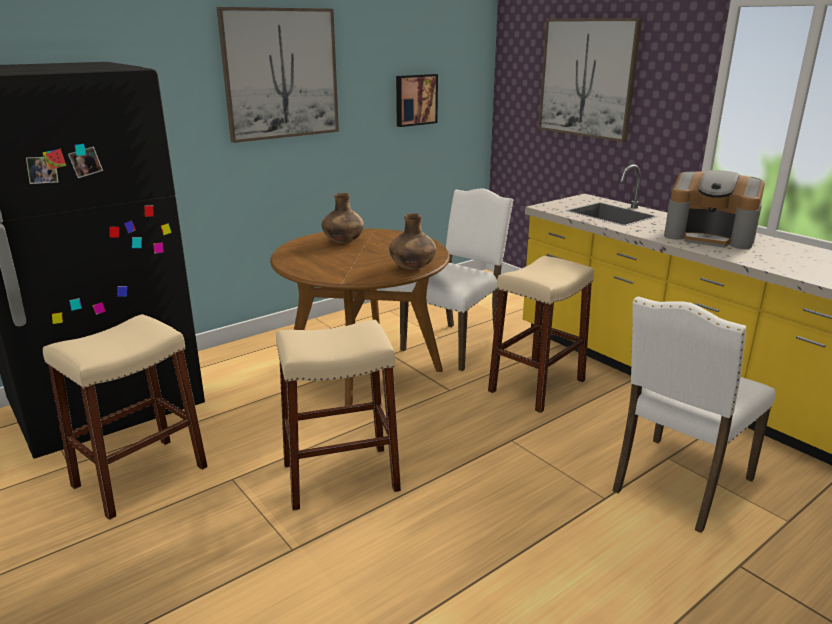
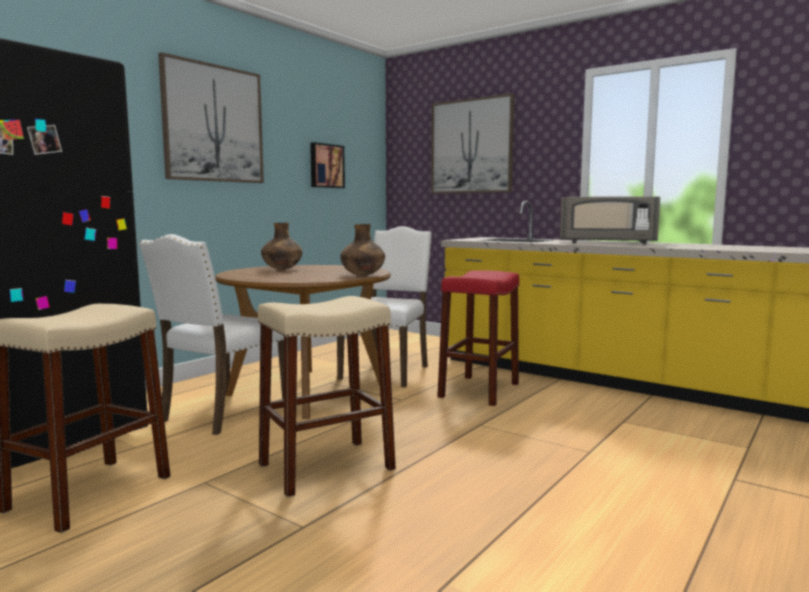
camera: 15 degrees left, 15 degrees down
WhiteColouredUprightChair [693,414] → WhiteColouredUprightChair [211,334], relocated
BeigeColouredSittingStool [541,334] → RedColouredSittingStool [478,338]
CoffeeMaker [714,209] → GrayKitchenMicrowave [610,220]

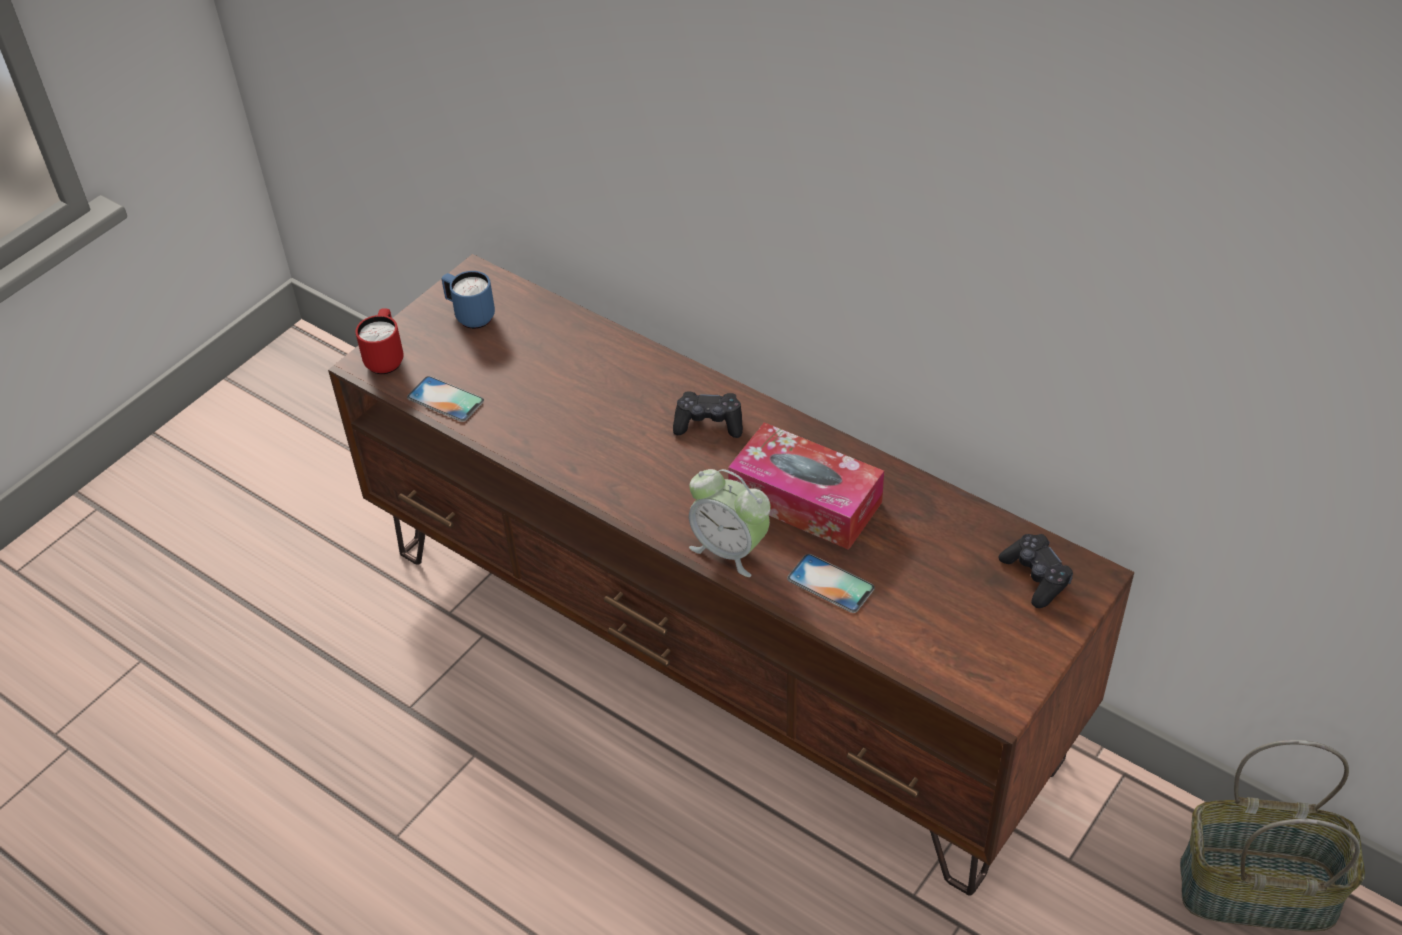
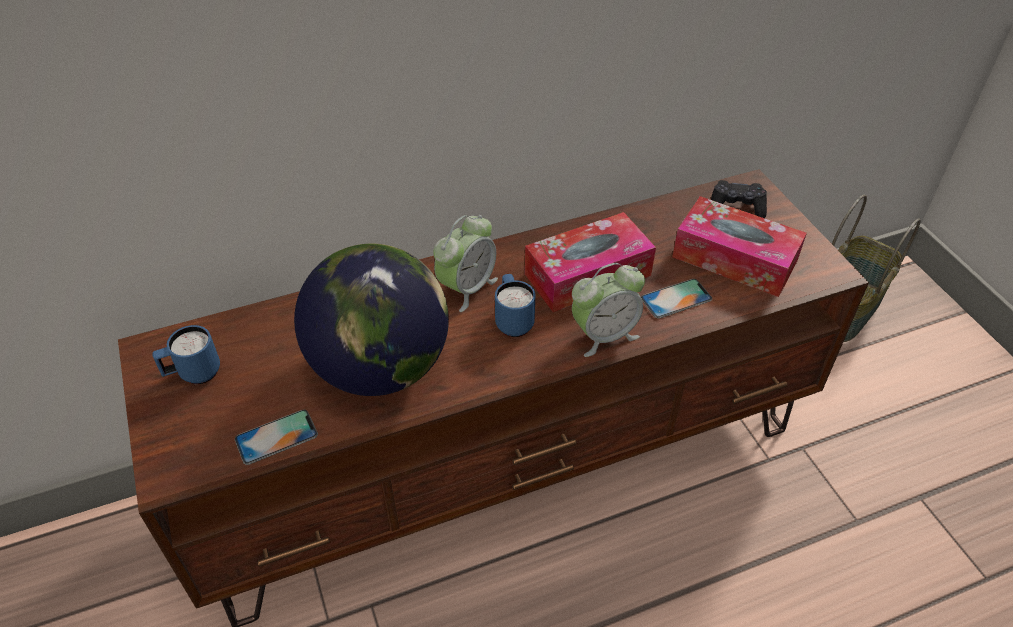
camera: 60 degrees left, 0 degrees up
- → WorldGlobe [371,319]
BlackishGameController [708,414] → BedsideClock [465,263]
- → BlueMug [515,305]
- → BoxOfTissues [739,246]
RedColouredMug [379,341] → -

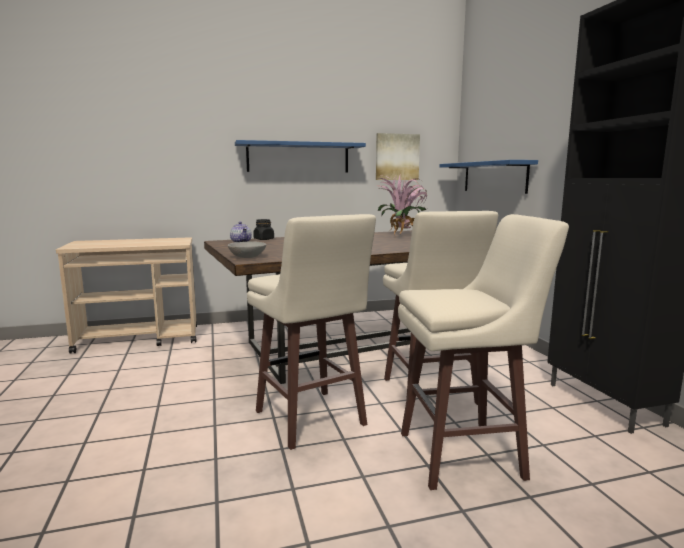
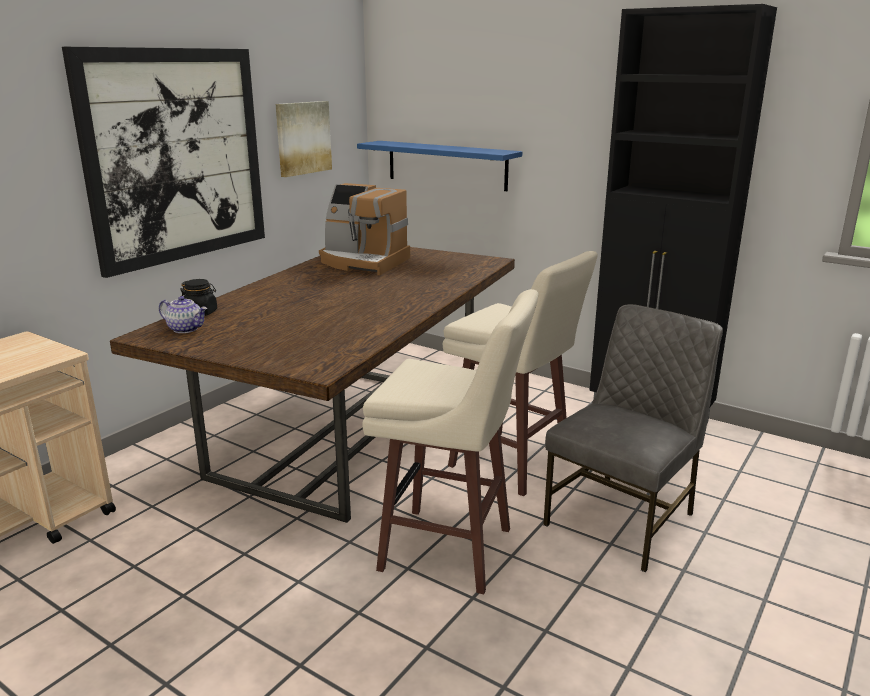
camera: 40 degrees left, 10 degrees up
BlueShelf [300,156] → Picture [163,162]
Houseplant [401,205] → CoffeeMaker [364,229]
BeigeColouredSittingStool [483,352] → GrayUprightChair [633,438]
GrayBowl [247,249] → -

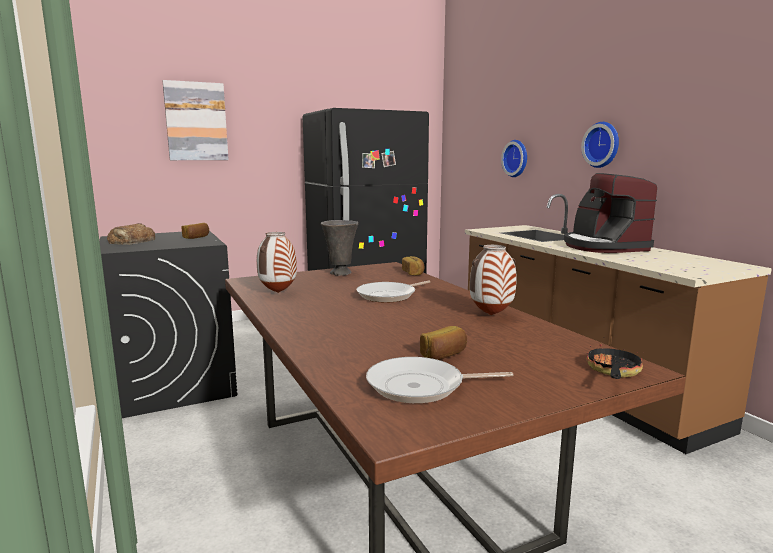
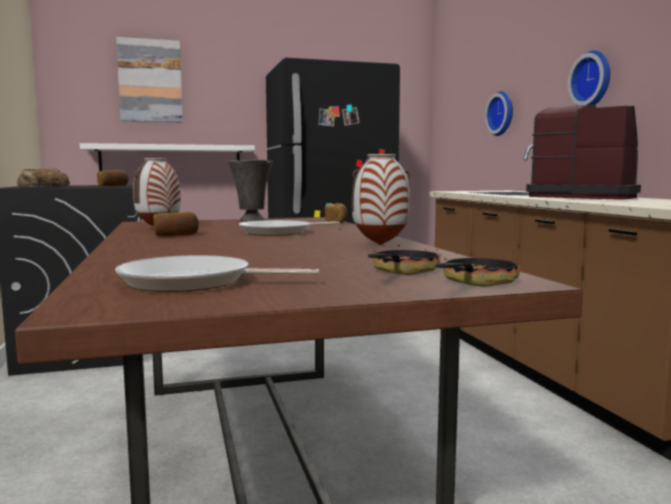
camera: 10 degrees right, 5 degrees down
- → WhiteColouredShelf [167,157]
Bread [443,343] → Bread [176,224], relocated
- → Pan [404,258]
CoffeeMaker [610,213] → CoffeeMaker [583,152], 135 degrees clockwise

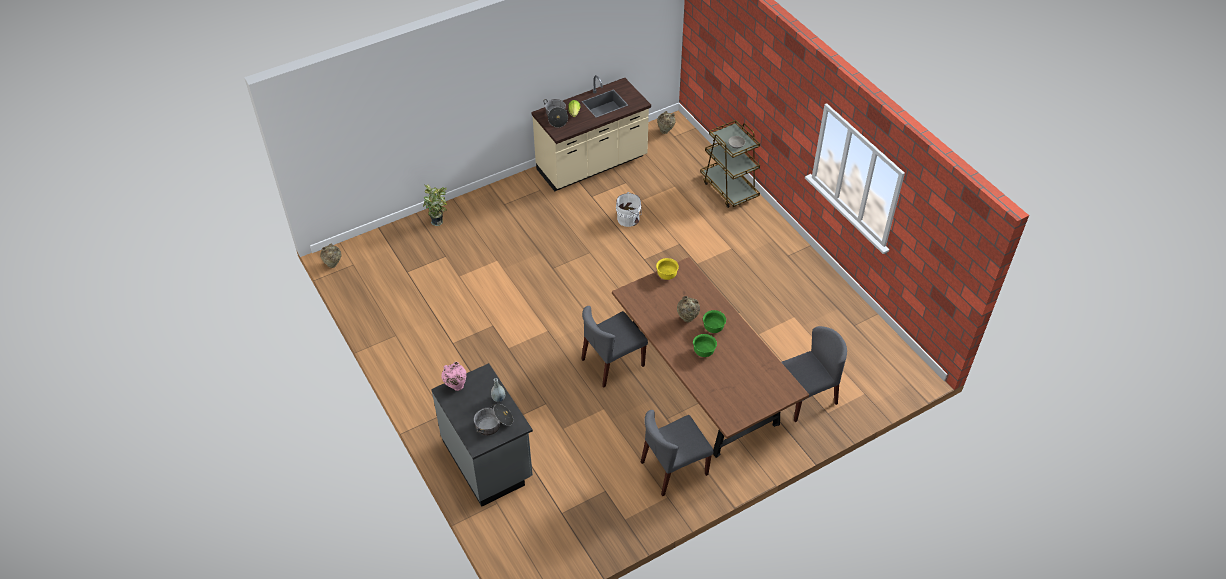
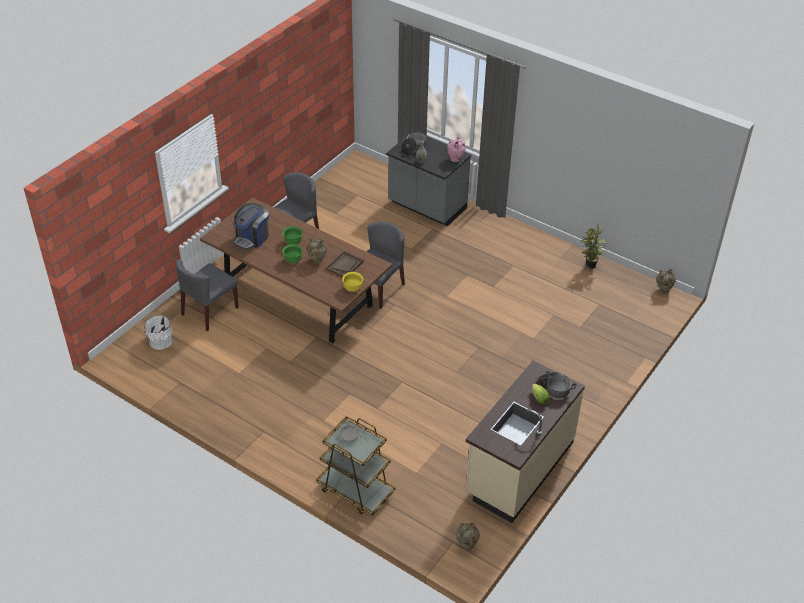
camera: 155 degrees right, 5 degrees down
WhiteColouredPail [629,209] → WhiteColouredPail [158,332], relocated
- → CoffeeMaker [251,226]
- → BrownServingTray [345,264]
Houseplant [435,205] → Houseplant [593,247], relocated

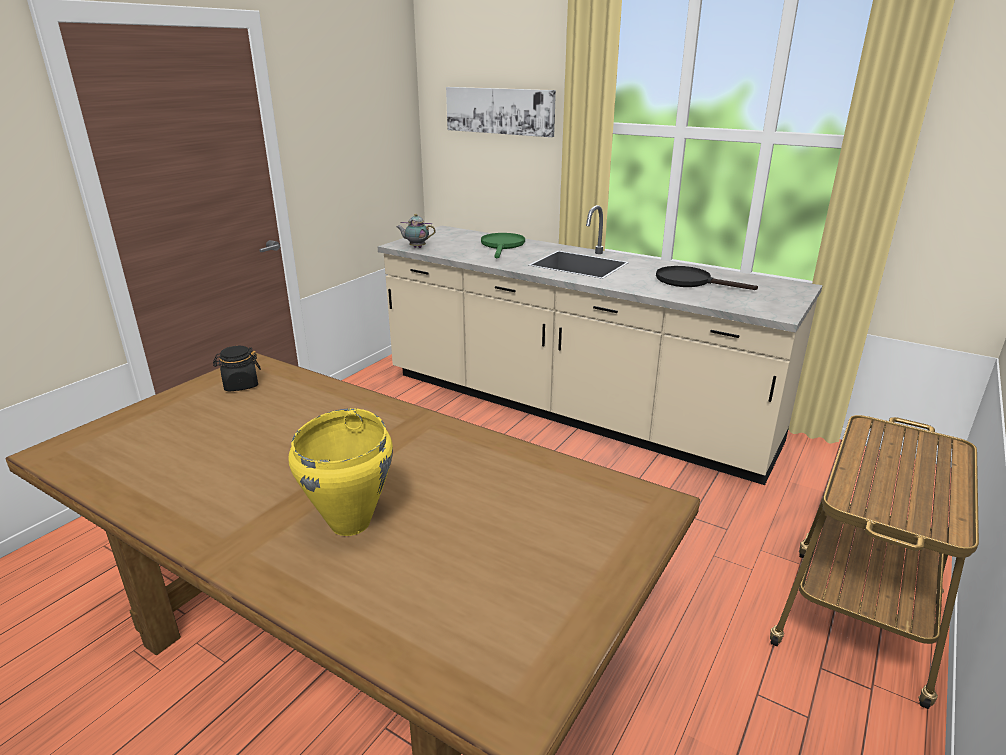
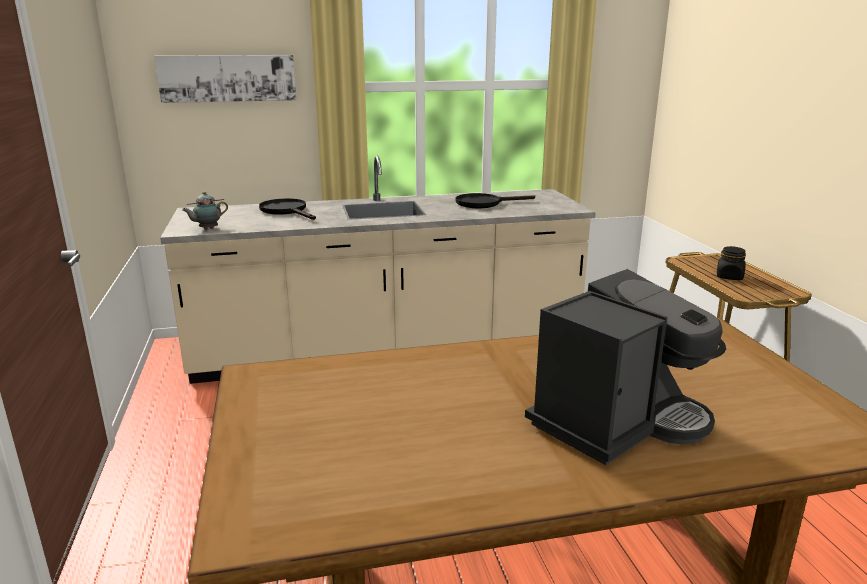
camera: 45 degrees left, 5 degrees down
GreenPan [503,245] → BlackishPan [287,209]
YellowishStockpot [341,472] → CoffeeMaker [625,367]
BlackishPreserveJar [237,369] → BlackishPreserveJar [731,263], relocated

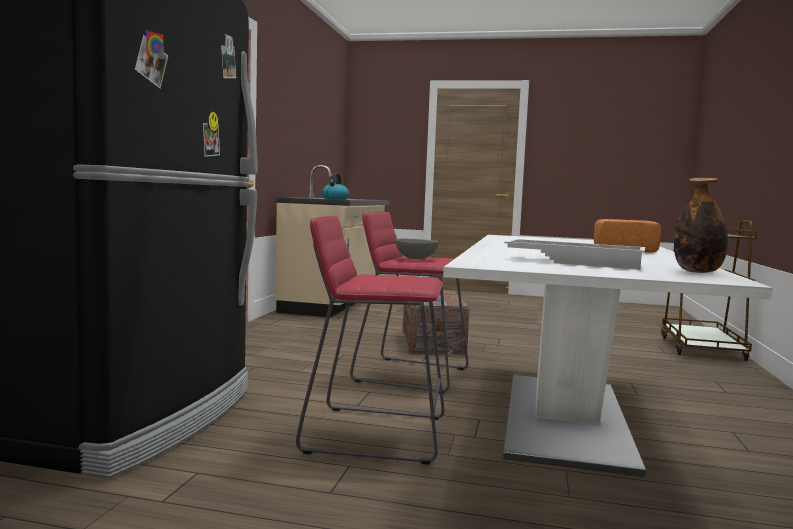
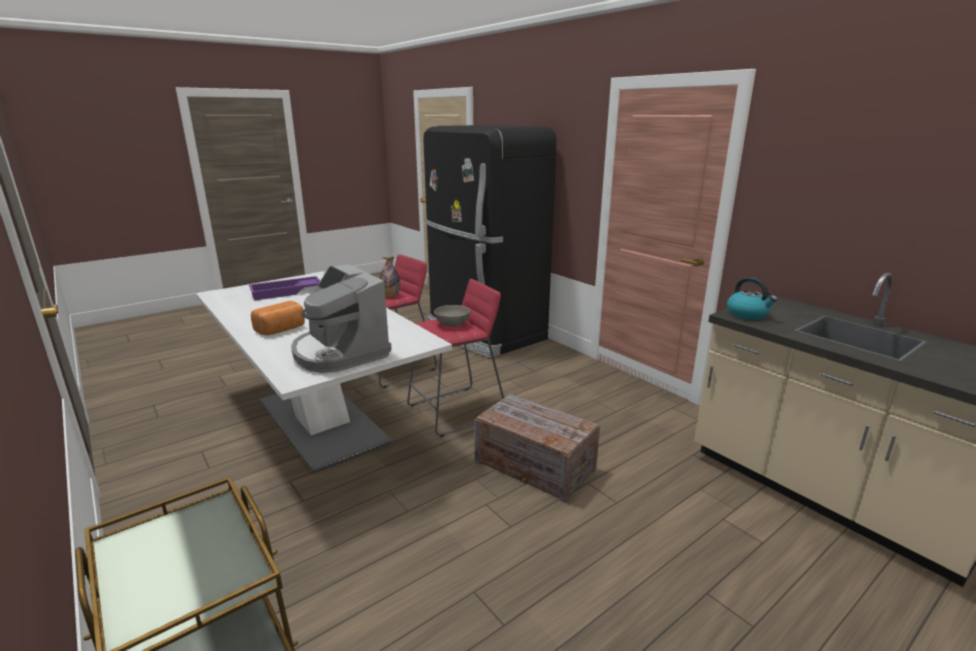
camera: 130 degrees right, 15 degrees up
WhiteColouredServingTray [574,254] → PurpleServingTray [284,288]
- → CoffeeMaker [341,318]
DrinkBottle [701,225] → DrinkBottle [389,277], relocated

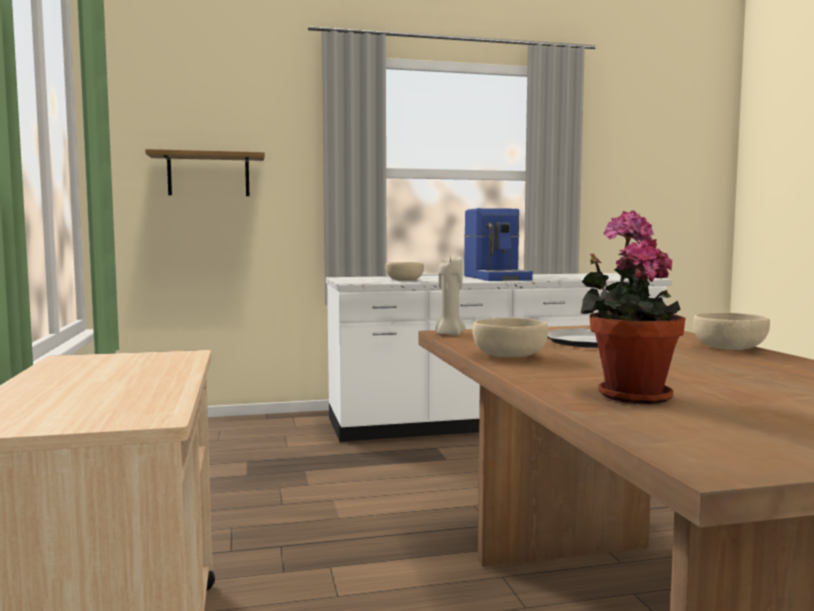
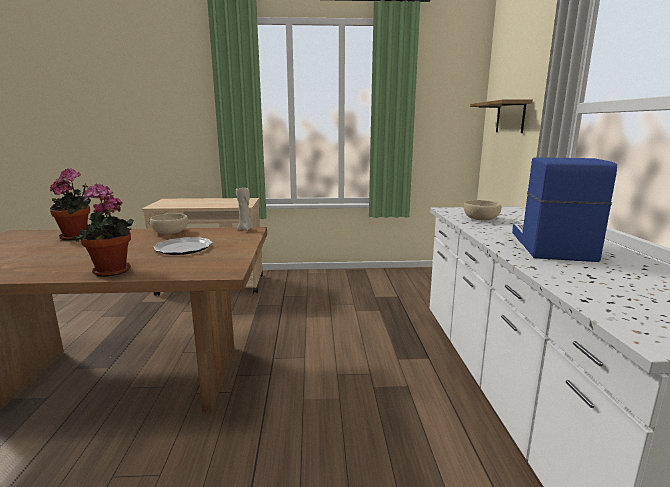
camera: 100 degrees right, 10 degrees up
BeigeColouredBowl [731,331] → Houseplant [103,230]
CoffeeMaker [498,244] → CoffeeMaker [564,209], 105 degrees clockwise

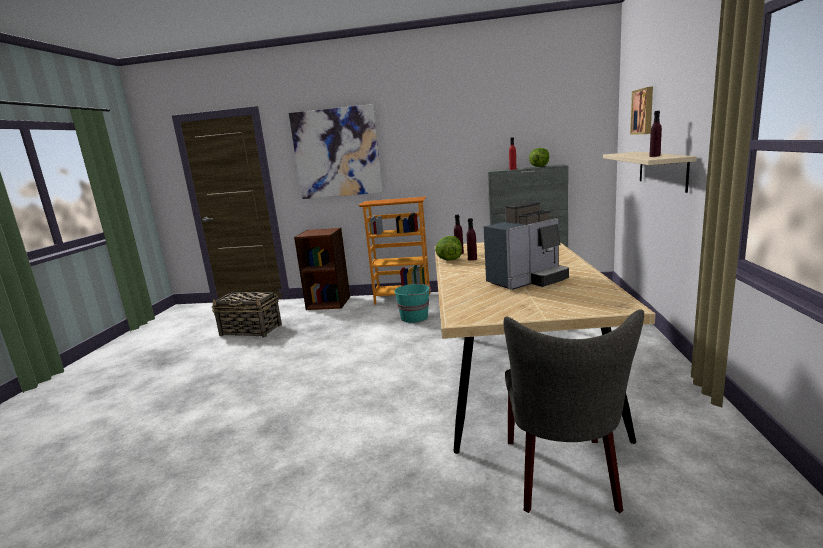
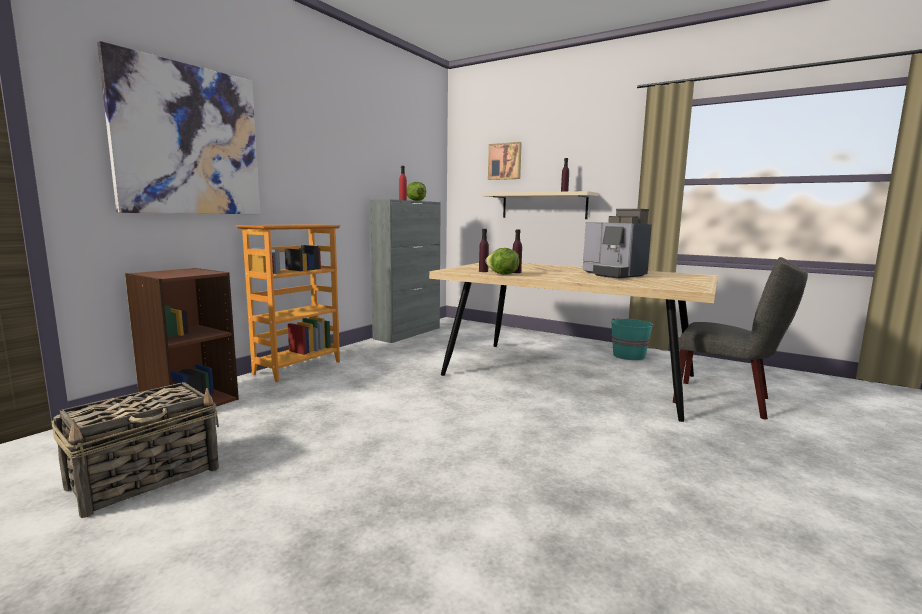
camera: 65 degrees left, 5 degrees down
CoffeeMaker [526,245] → CoffeeMaker [617,244], 150 degrees clockwise
BlueGreenPail [412,303] → BlueGreenPail [633,339], relocated

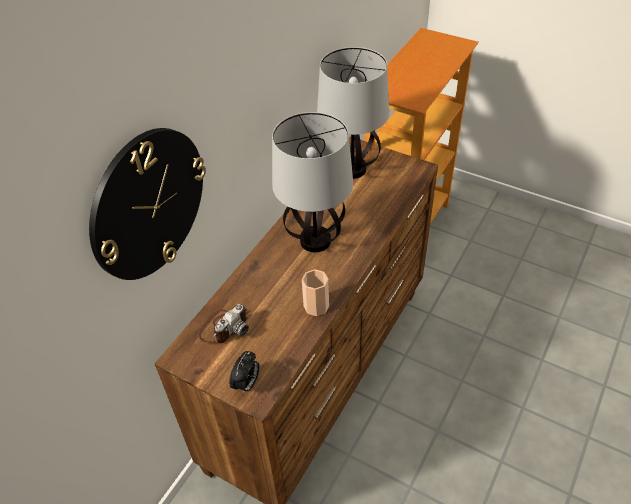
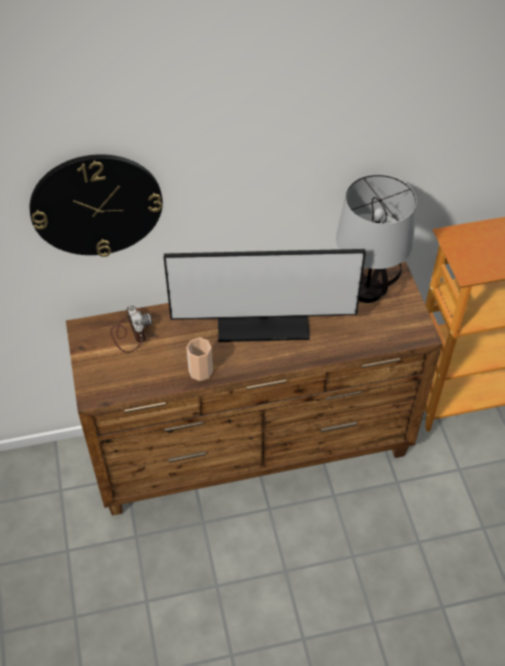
camera: 45 degrees right, 5 degrees up
StillCamera [224,323] → StillCamera [131,329], 105 degrees counterclockwise
TableLamp [312,182] → ComputerDisplay [264,295]
BedsideClock [244,372] → -

